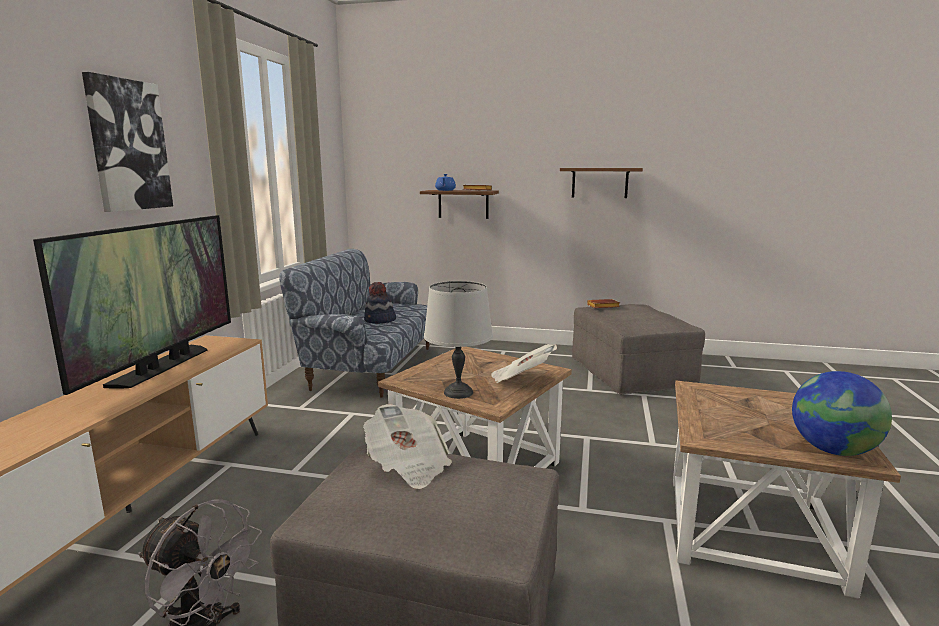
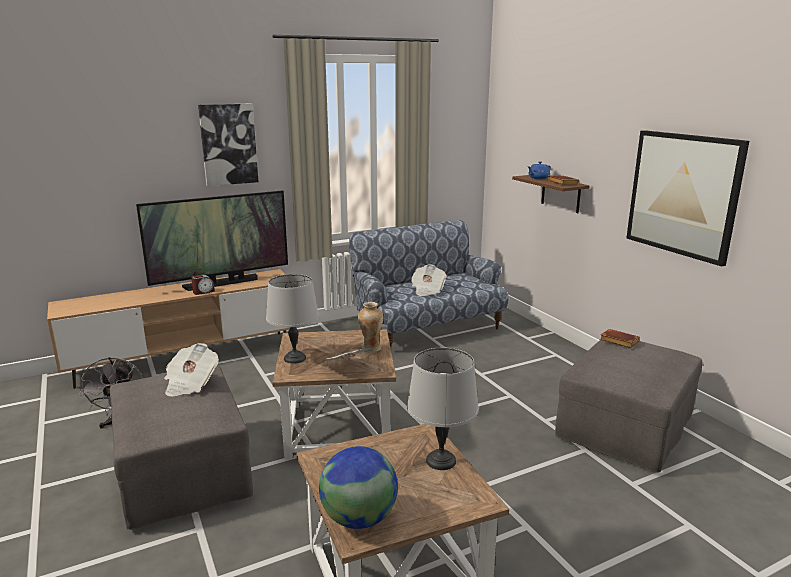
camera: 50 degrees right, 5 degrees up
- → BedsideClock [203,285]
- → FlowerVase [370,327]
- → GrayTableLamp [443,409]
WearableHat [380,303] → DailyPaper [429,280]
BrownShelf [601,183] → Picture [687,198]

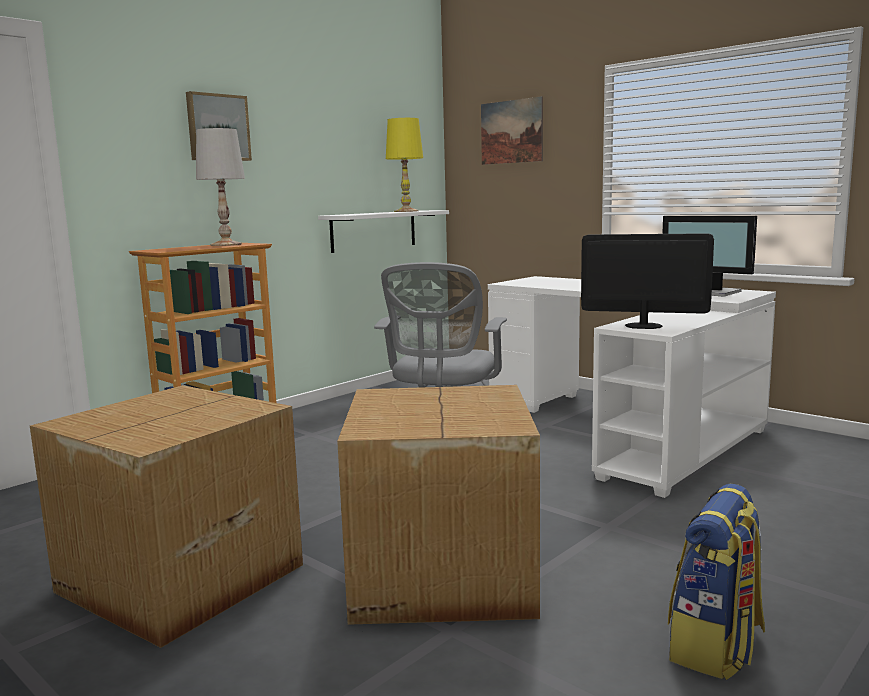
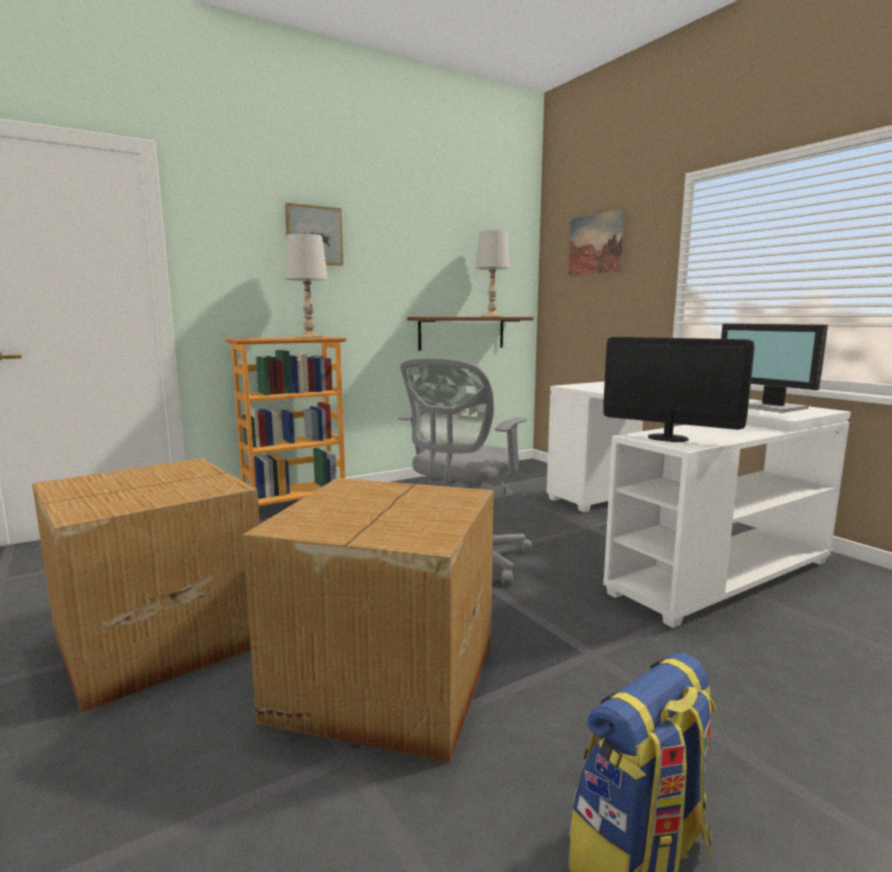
camera: 15 degrees right, 0 degrees up
WhiteColouredShelf [383,231] → BrownShelf [470,334]
YellowishTableLamp [404,165] → WhiteColouredTableLamp [493,273]

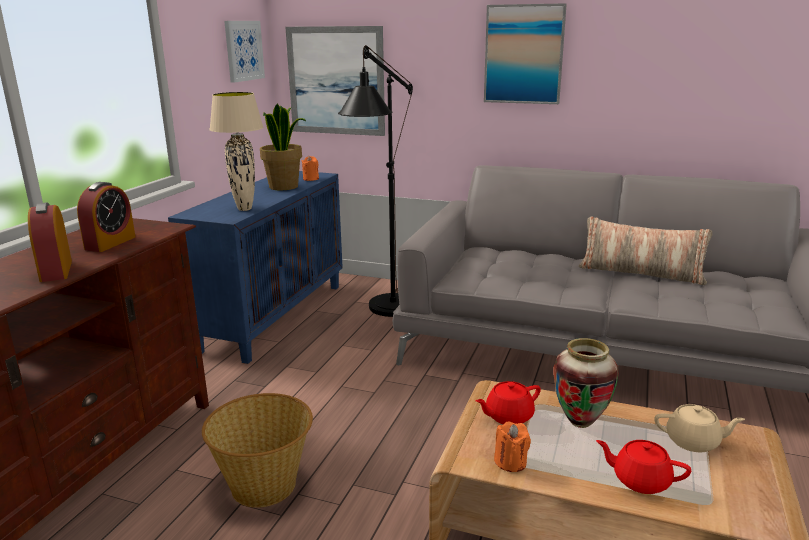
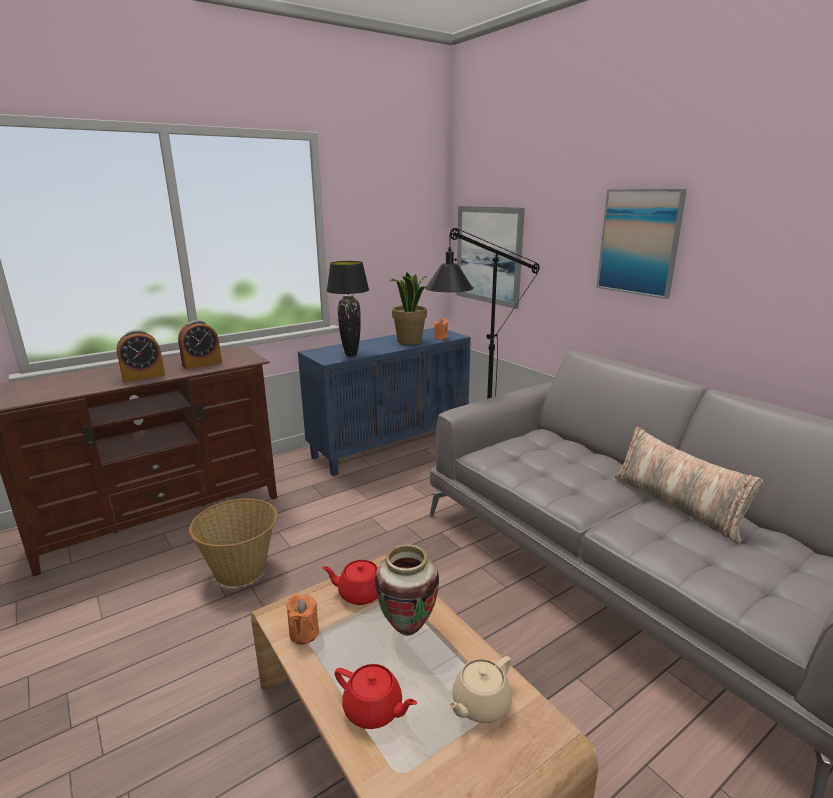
camera: 35 degrees right, 0 degrees up
BedsideClock [50,242] → BedsideClock [141,356], 135 degrees counterclockwise
BeigeColouredTableLamp [236,151] → BlackishTableLamp [348,308]
RedColouredPotForTea [643,467] → RedColouredPotForTea [376,696], 150 degrees clockwise
BeigeColouredPotForTea [699,428] → BeigeColouredPotForTea [479,689], 90 degrees clockwise
Picture [244,52] → -

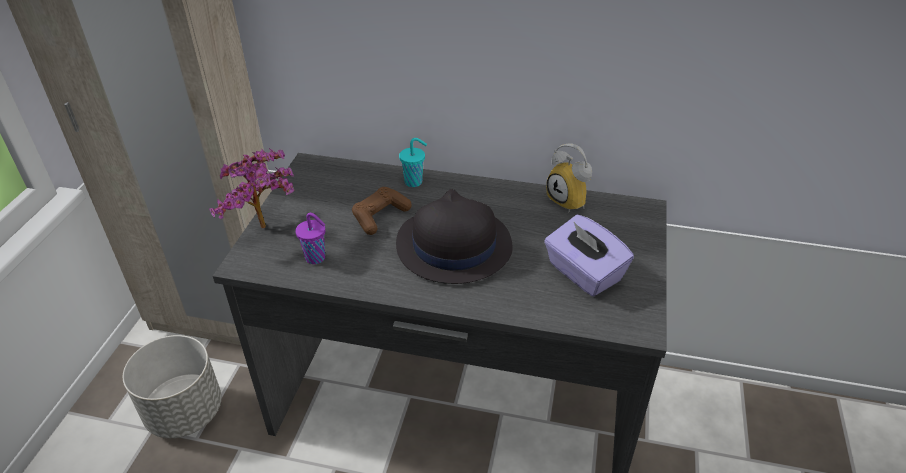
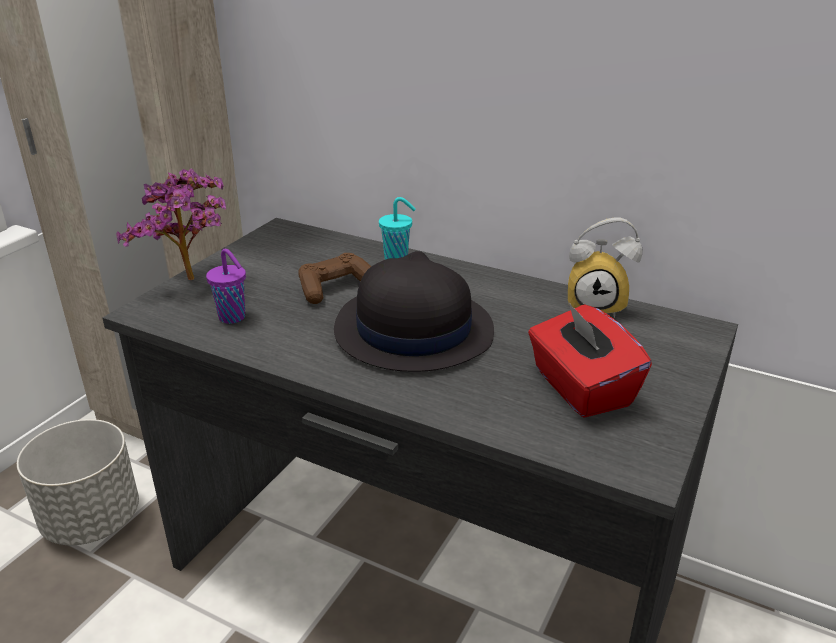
camera: 15 degrees right, 10 degrees down
PurpleBoxOfTissues [589,256] → RedColouredBoxOfTissues [590,359]
BedsideClock [569,178] → BedsideClock [605,268], 60 degrees counterclockwise

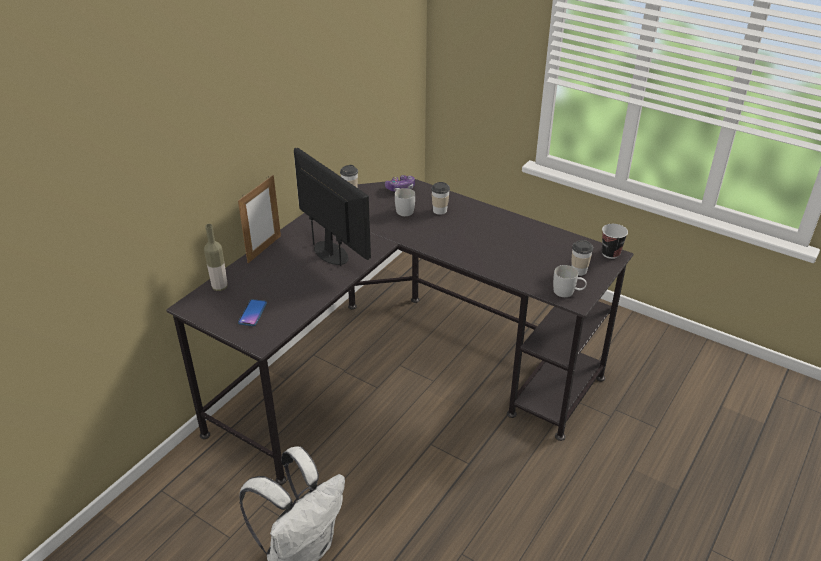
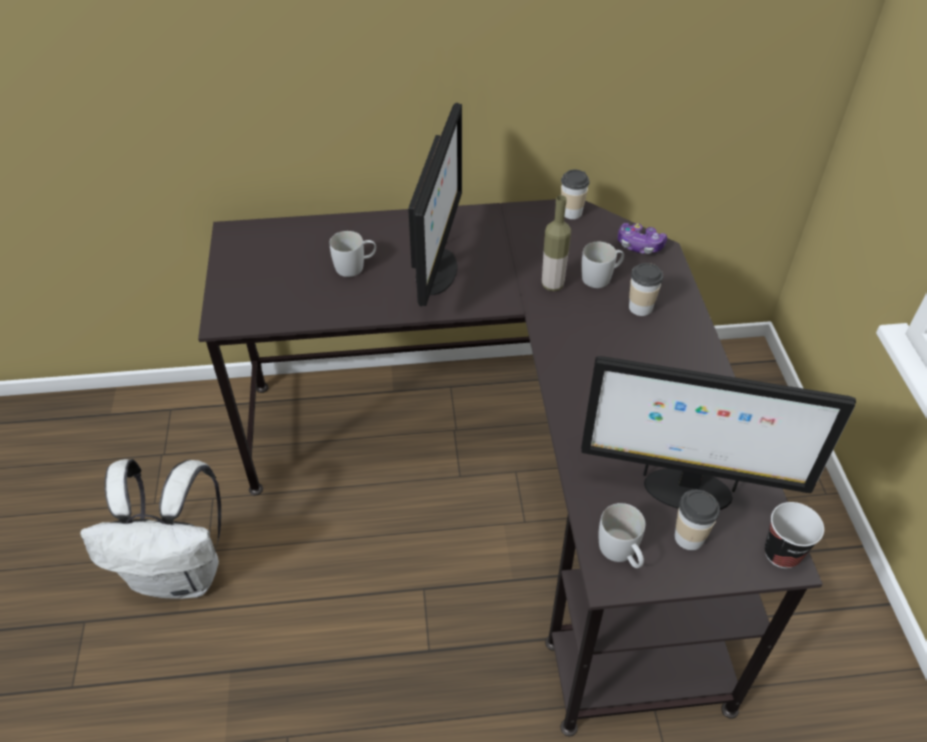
camera: 50 degrees right, 10 degrees up
- → WhiteColouredMug [352,254]
DrinkBottle [216,257] → DrinkBottle [556,243], relocated
- → ComputerDisplay [718,433]
PhotoFrame [259,219] → -
Telephone [252,312] → -

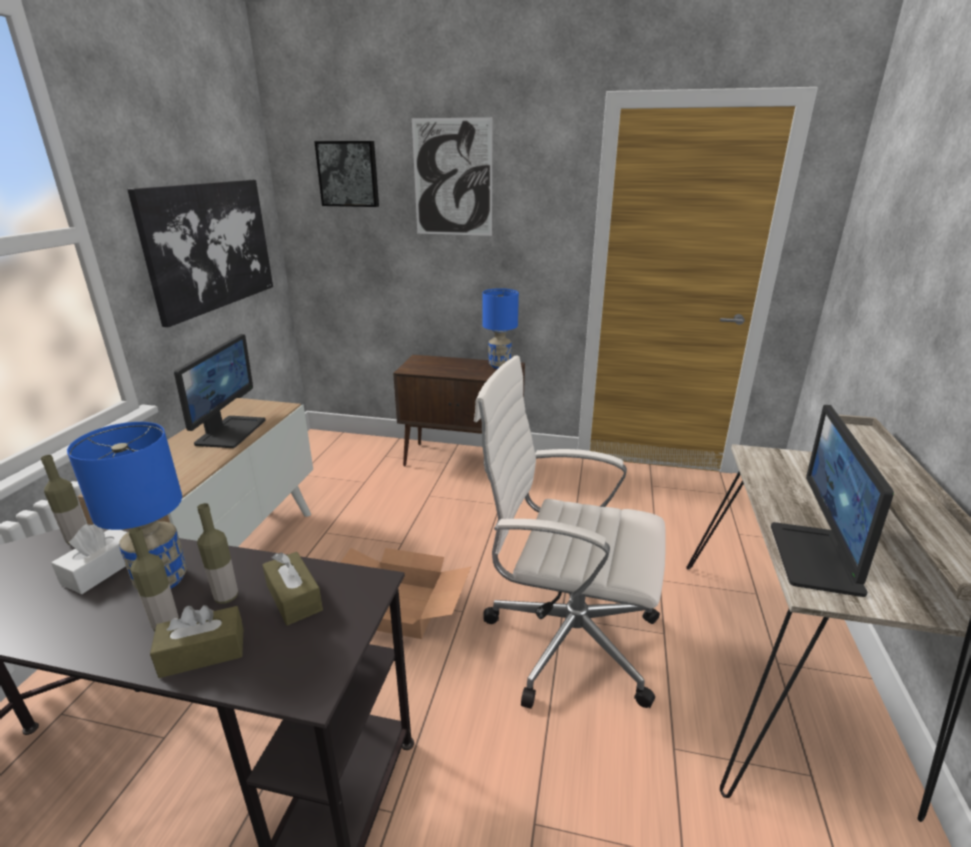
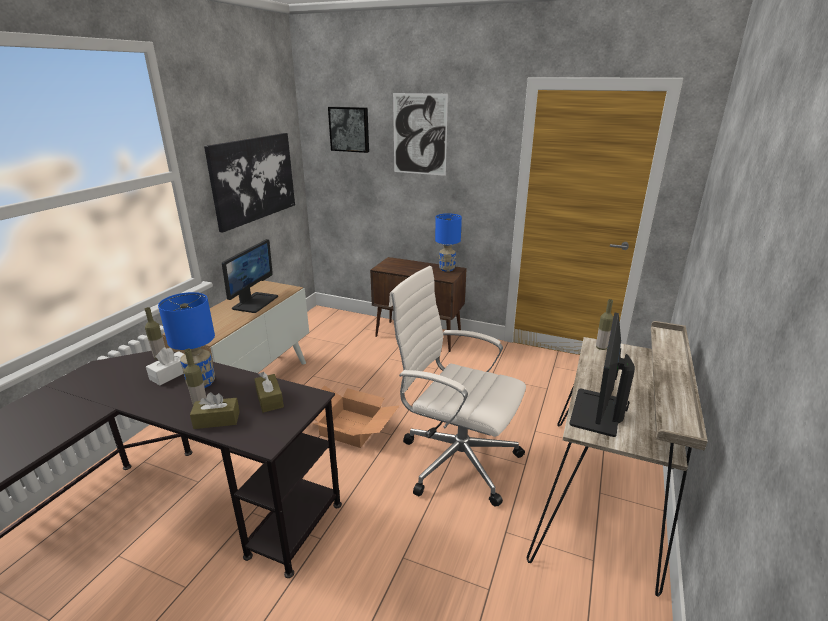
camera: 10 degrees right, 0 degrees up
DrinkBottle [217,553] → DrinkBottle [604,324], relocated

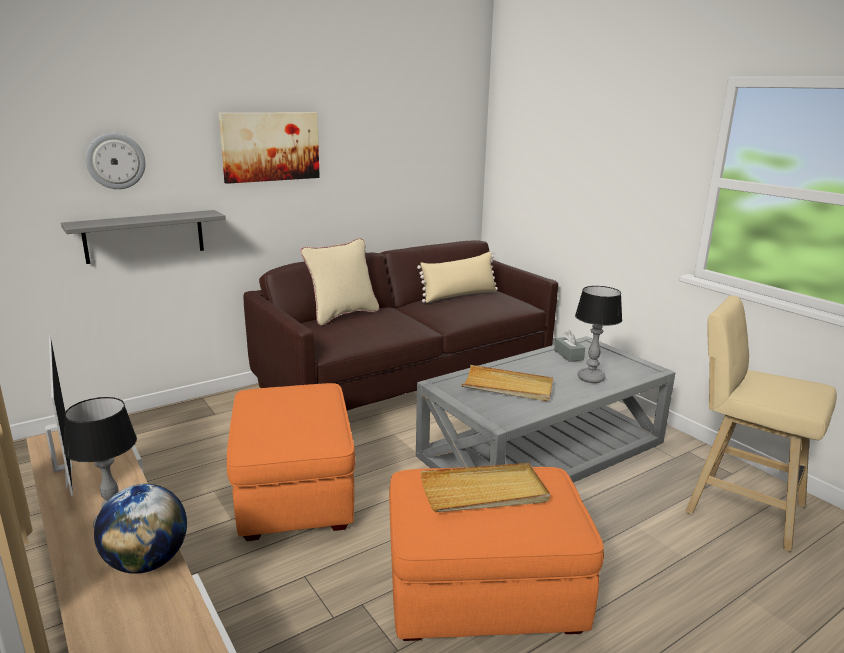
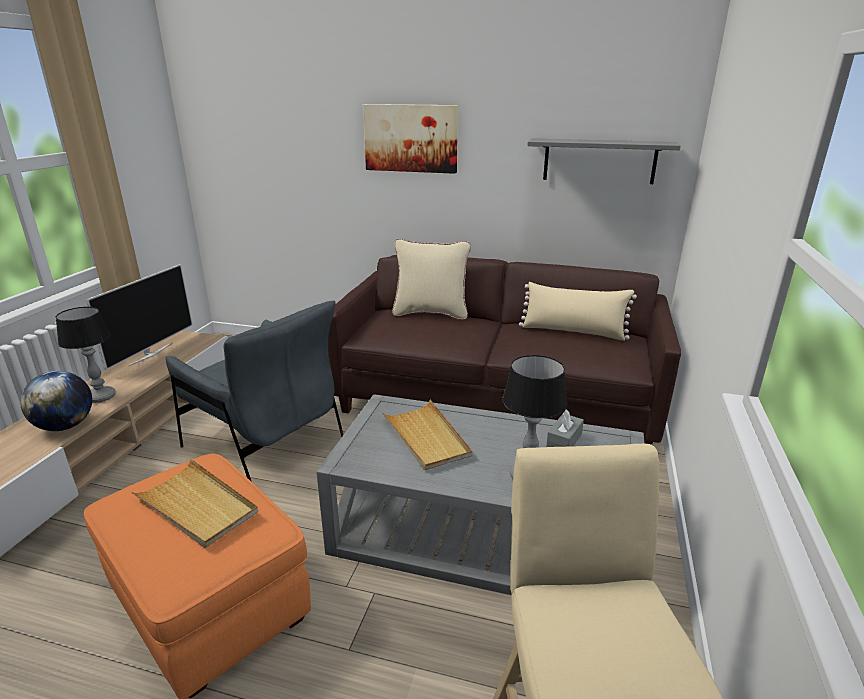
camera: 50 degrees right, 5 degrees up
OrangeFootrest [291,462] → GrayEasyChair [254,391]
GrayShelf [143,237] → GrayShelf [604,161], relocated
WallClock [116,161] → -

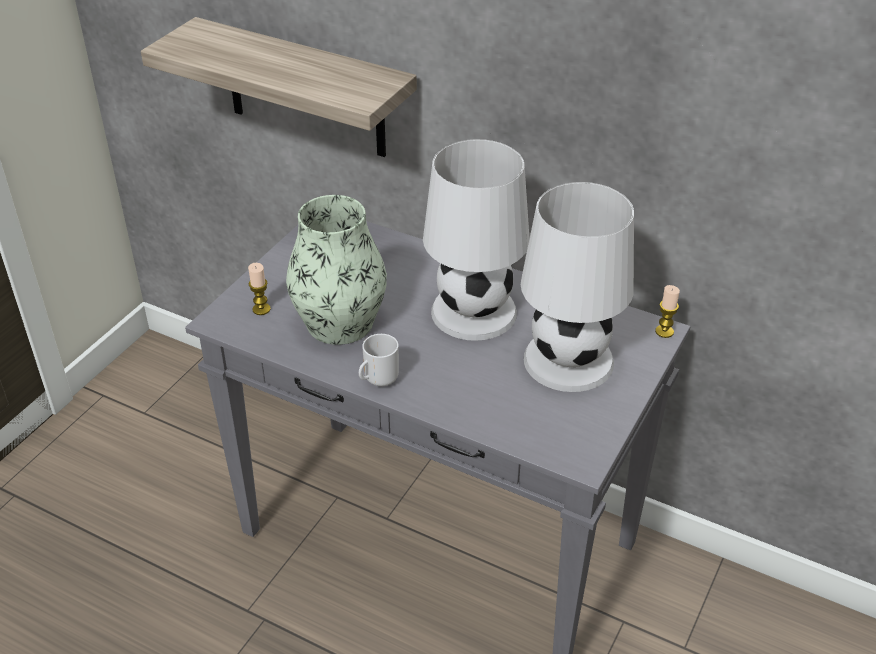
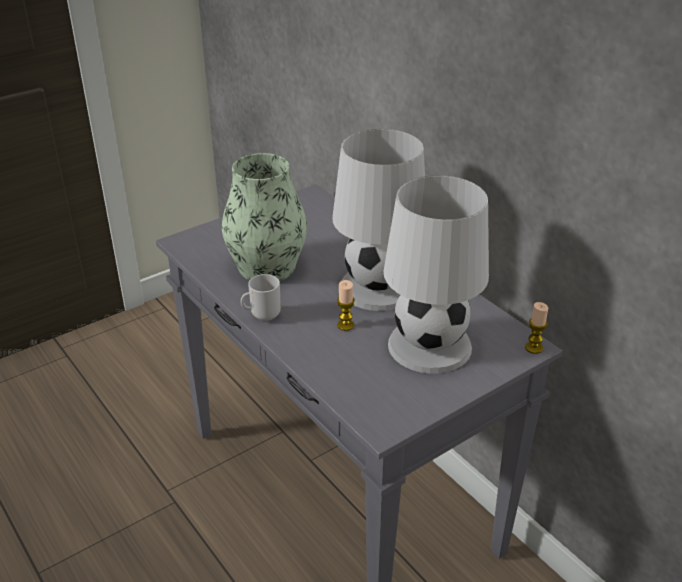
camera: 25 degrees right, 5 degrees down
WaxLight [259,289] → WaxLight [346,305], relocated
Shelf [279,87] → -

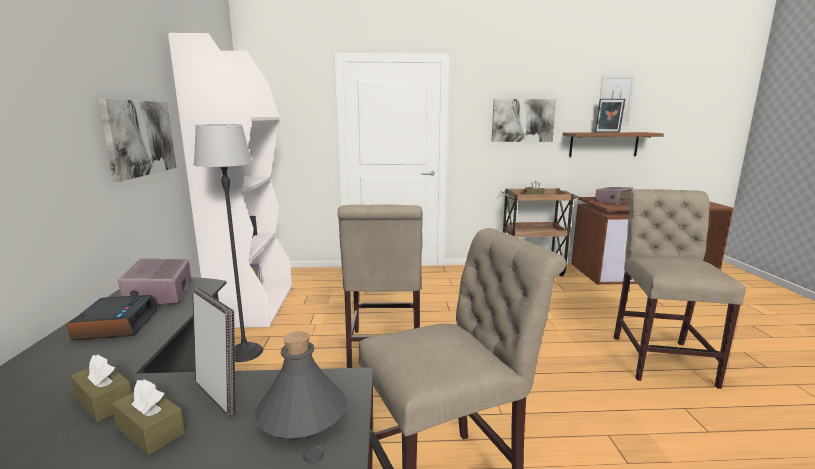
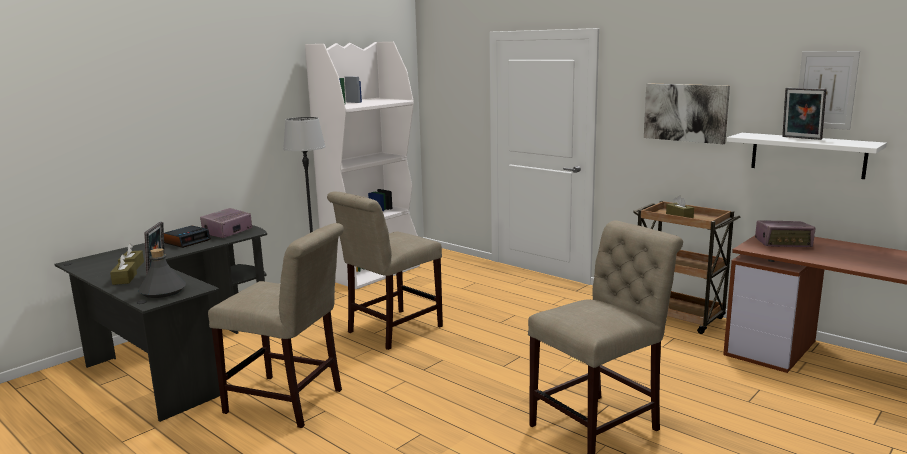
camera: 45 degrees right, 0 degrees up
BrownShelf [613,144] → WhiteColouredShelf [807,156]
Picture [137,140] → -

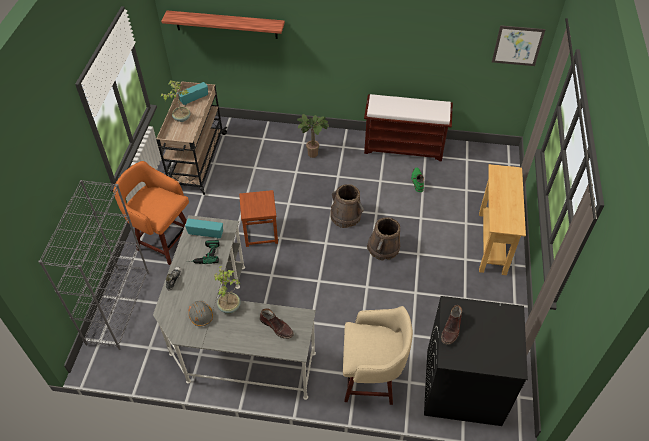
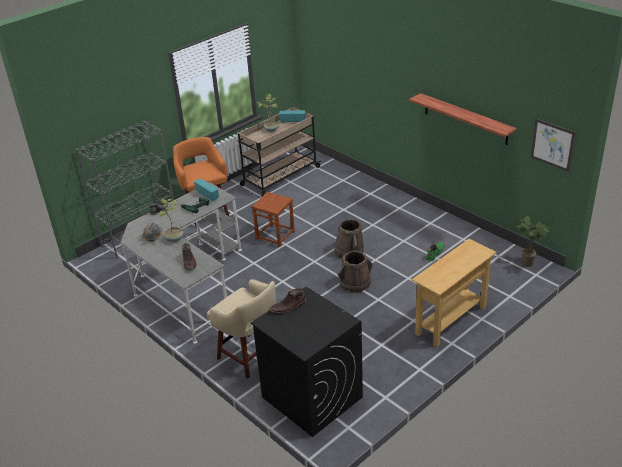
camera: 40 degrees right, 15 degrees down
Shelf [223,24] → Shelf [462,119], relocated
Houseplant [313,136] → Houseplant [533,241], relocated
BrownBench [408,127] → -

